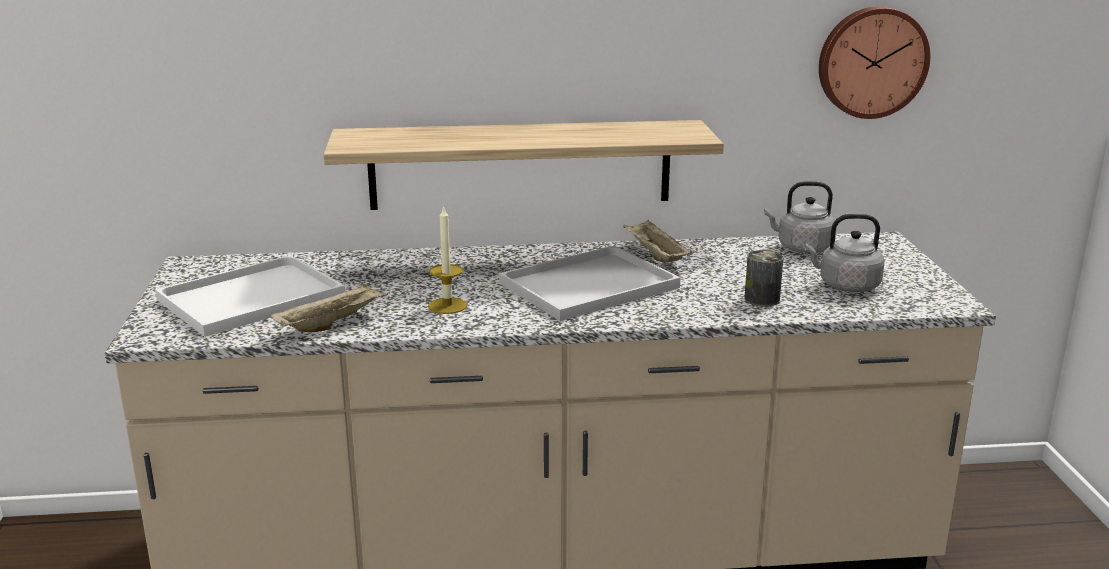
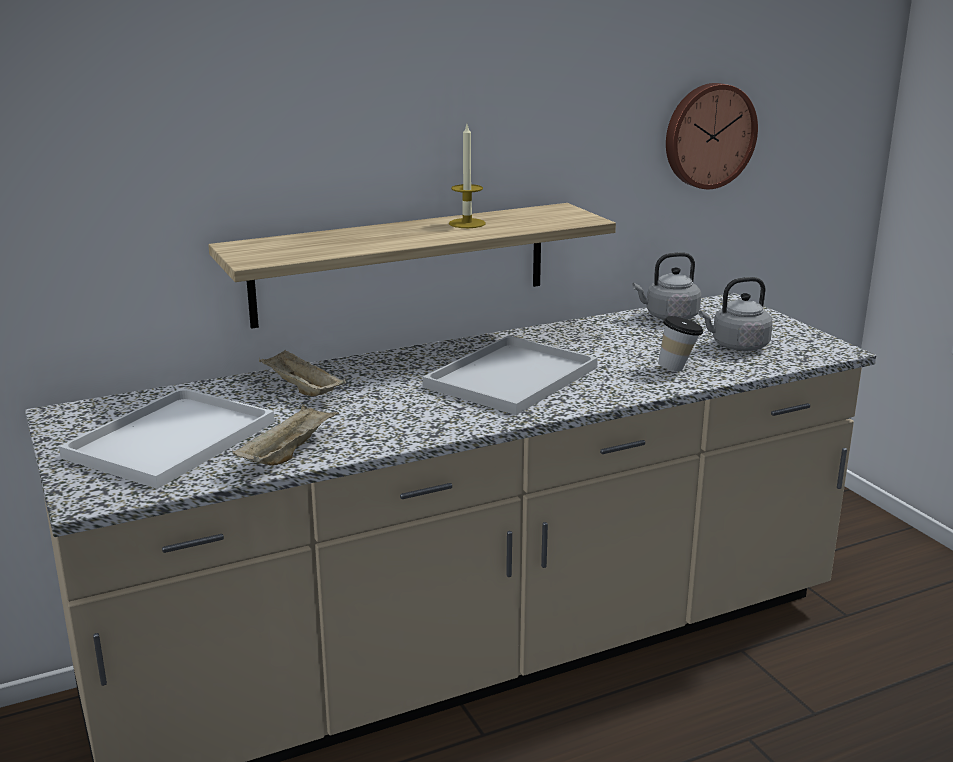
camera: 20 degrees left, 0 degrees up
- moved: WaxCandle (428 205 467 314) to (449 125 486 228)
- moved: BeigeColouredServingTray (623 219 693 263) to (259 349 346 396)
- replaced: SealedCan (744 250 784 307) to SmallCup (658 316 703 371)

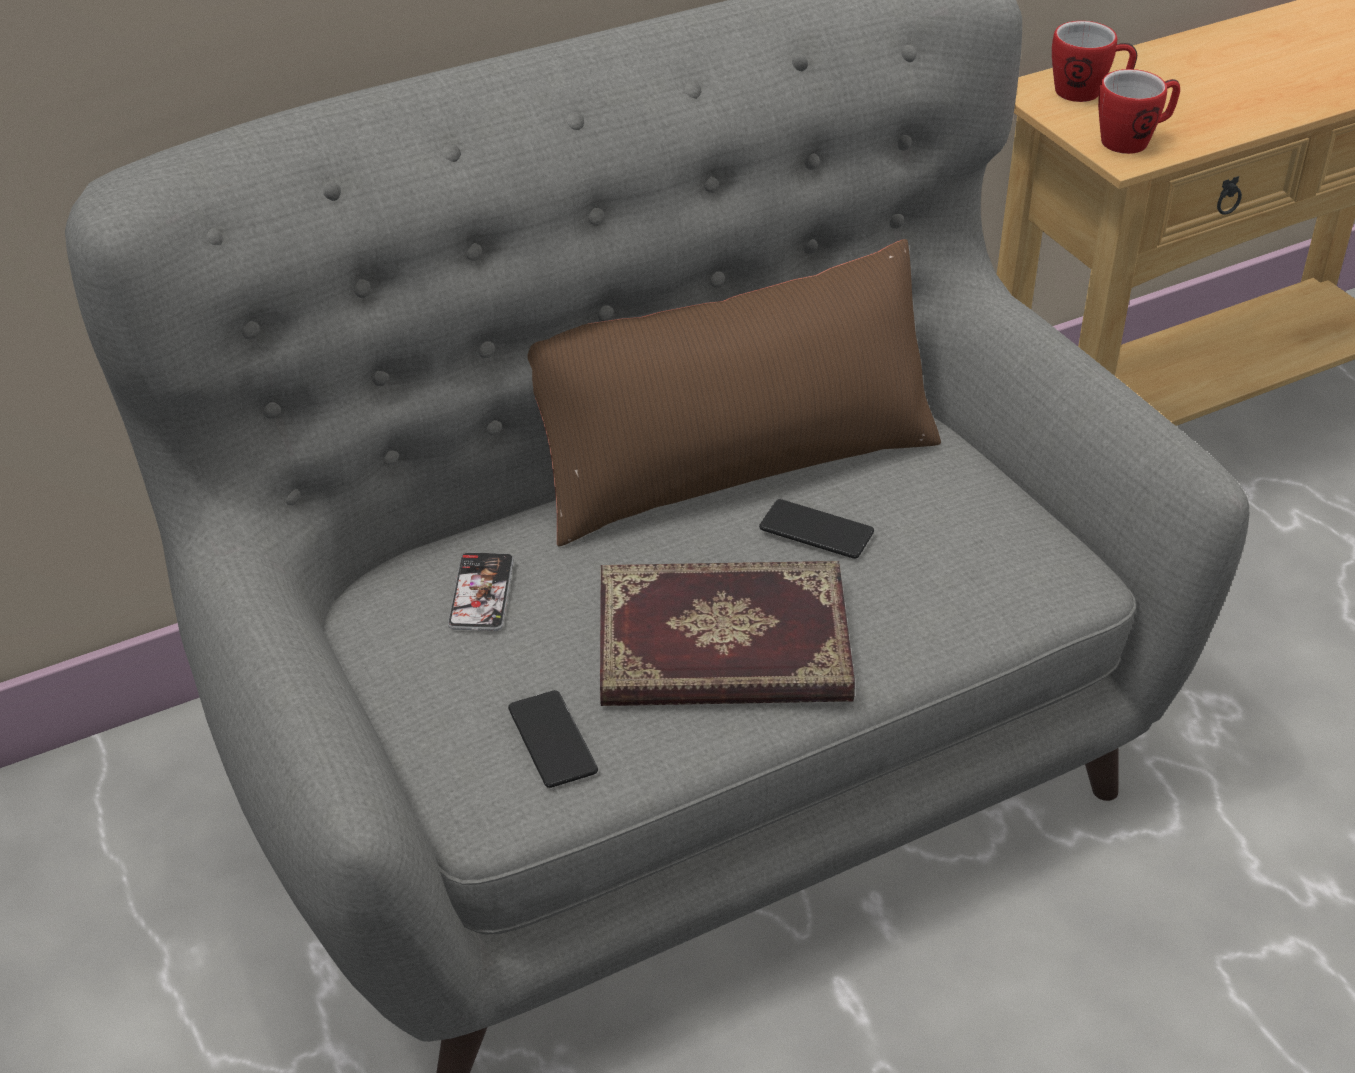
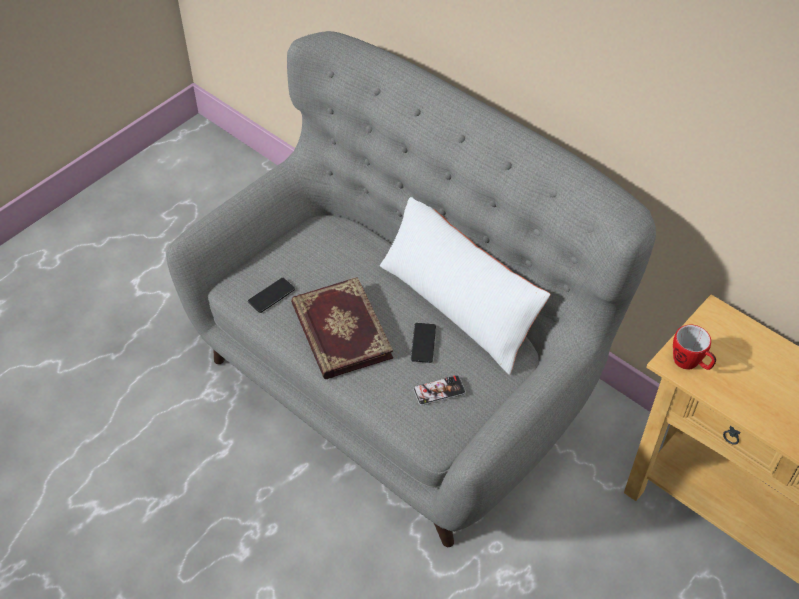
camera: 70 degrees right, 10 degrees up
- removed: Mug (1052 21 1137 102)
- moved: Telephone (448 553 514 631) to (413 375 466 406)
- recoloured: BrownColouredThrowPillow (527 239 941 547) to WhiteColouredThrowPillow (380 197 551 375)

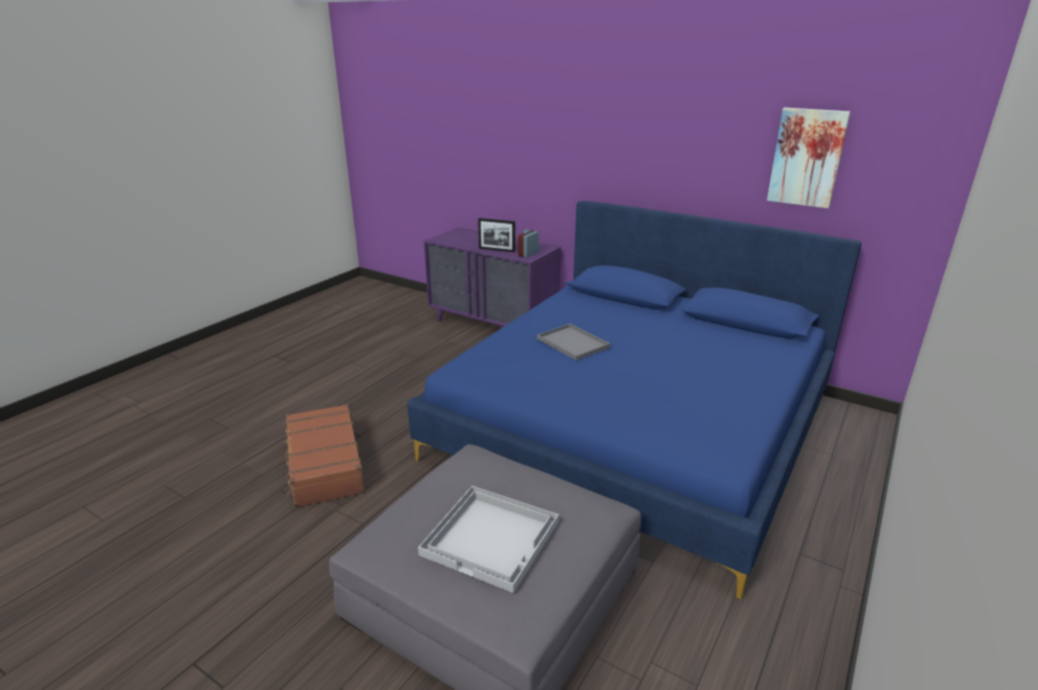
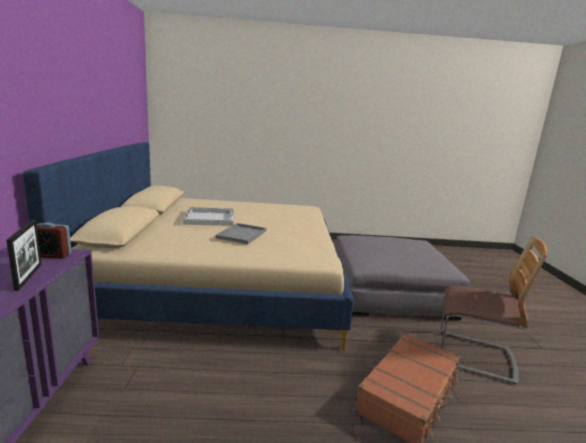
camera: 125 degrees left, 10 degrees down
- removed: Picture (767 107 851 209)
- added: UprightChair (441 236 547 385)
- moved: WhiteColouredServingTray (418 486 559 593) to (183 207 234 226)
- recoloured: BluishSleepingBed (407 201 862 599) to BeigeColouredSleepingBed (22 142 354 350)

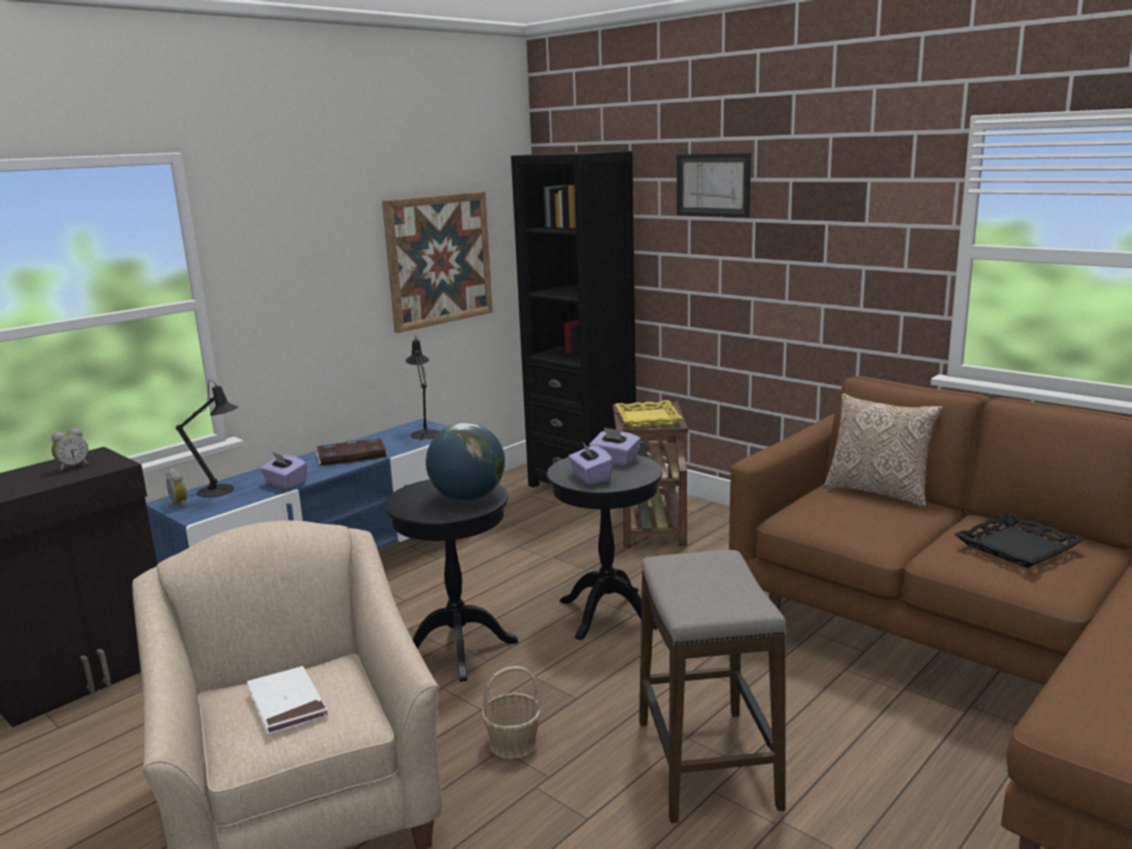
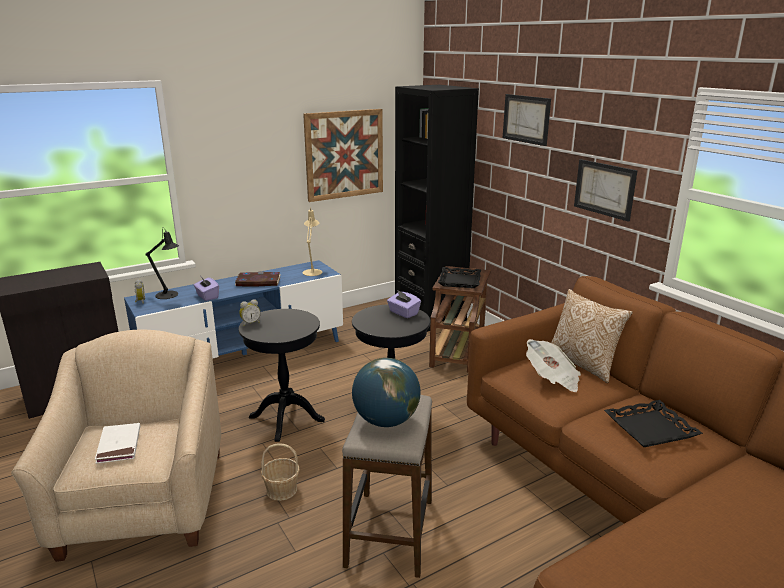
camera: 15 degrees right, 5 degrees up
- removed: PurplishBoxOfTissues (568 442 613 485)
- added: Newspaper (526 339 581 392)
- added: Picture (574 159 638 222)
- moved: AlarmClock (51 427 89 471) to (239 299 261 326)
- moved: Globe (426 422 505 501) to (352 358 421 427)
- recoloured: BlackColouredTableLamp (405 336 440 439) to BeigeColouredTableLamp (303 207 322 276)
- recoloured: YellowColouredServingTray (615 400 682 427) to BlackColouredServingTray (438 267 481 288)

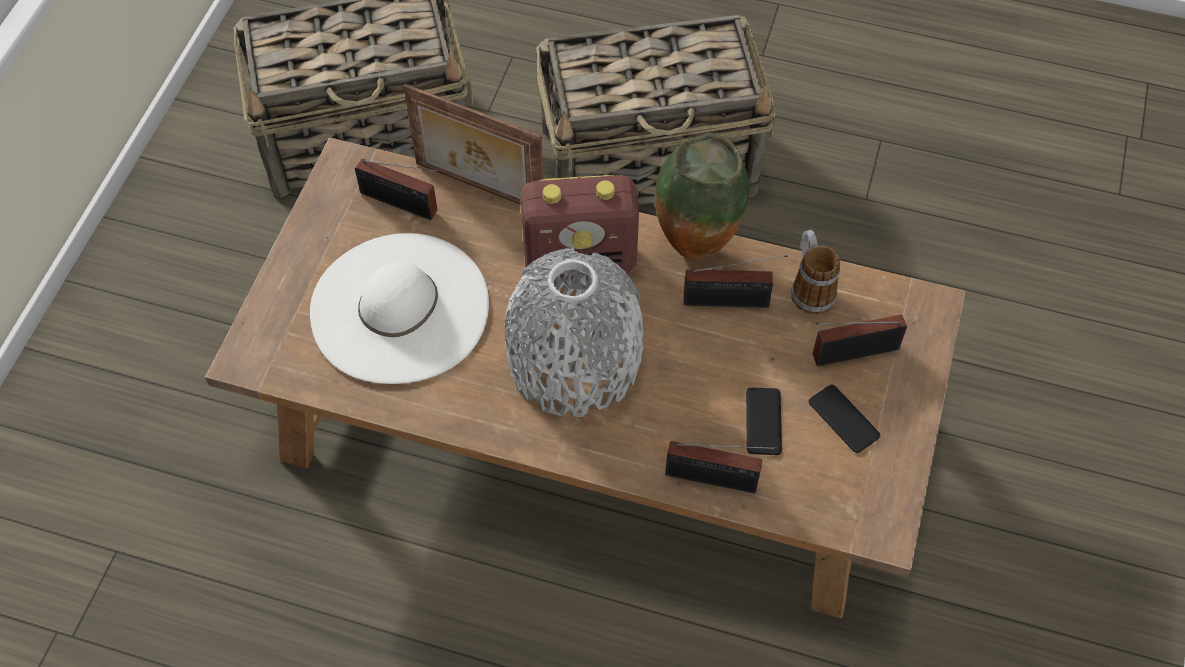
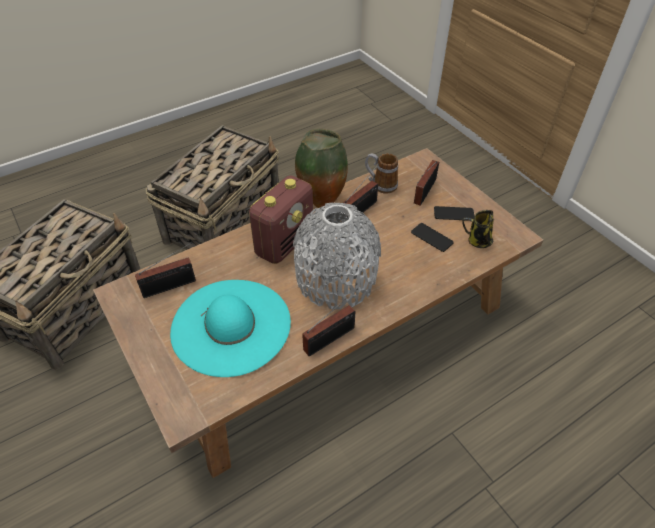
camera: 50 degrees left, 10 degrees down
- removed: PhotoFrame (403 84 544 205)
- added: Mug (462 210 494 248)
- moved: RadioReceiver (665 441 777 493) to (302 289 358 357)
- recoloured: WhiteColouredHat (310 233 489 384) to BlueGreenHat (170 280 291 377)

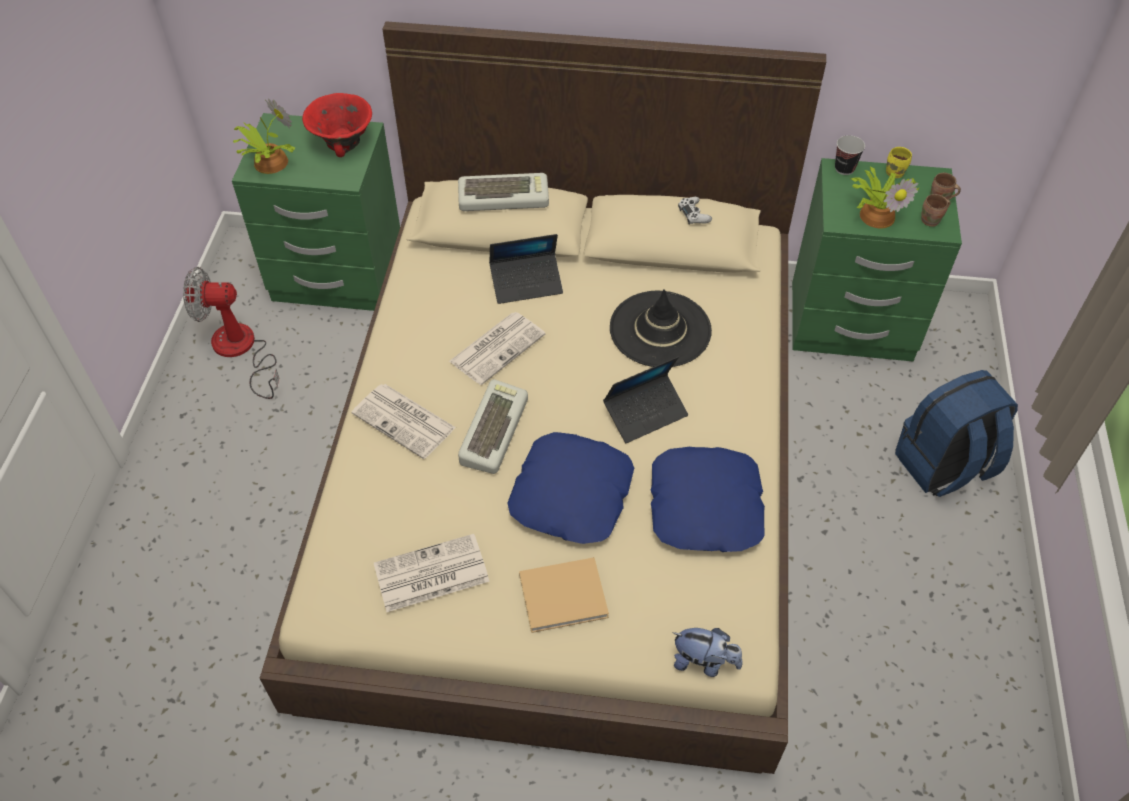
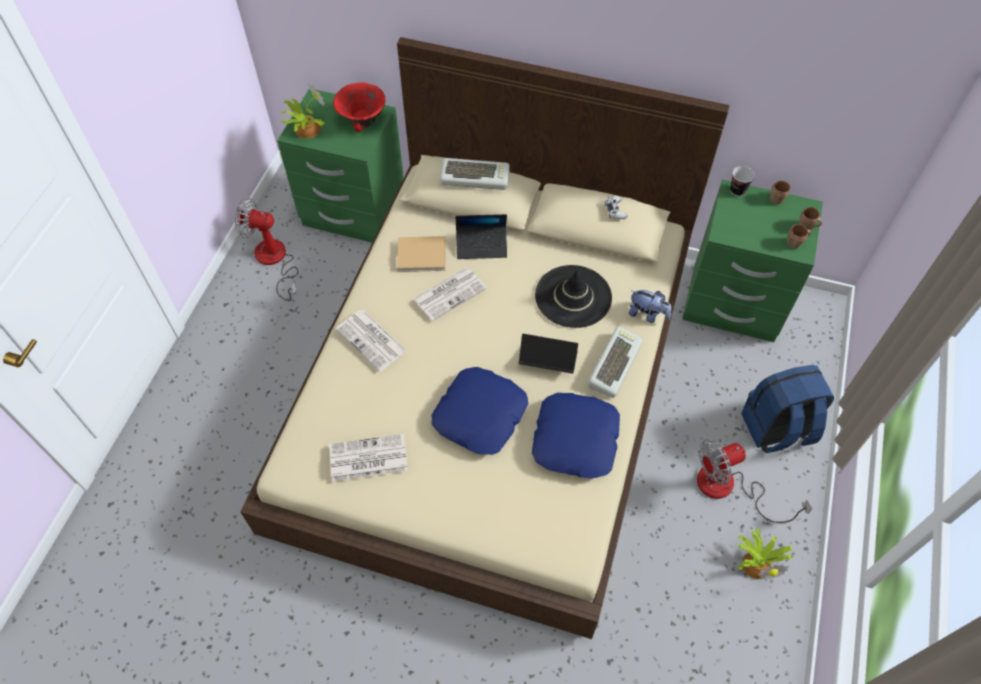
camera: 10 degrees right, 5 degrees up
- added: Fan (697 439 813 523)
- moved: PcKeyboard (458 379 528 474) to (588 326 643 398)
- moved: BeigeColouredVolume (519 557 609 633) to (397 236 446 272)
- moved: CuddlyToy (673 628 743 677) to (629 290 671 323)
- moved: PlantInAPot (850 167 920 228) to (738 529 793 580)
- recoloured: YellowColouredMug (886 147 912 178) to BrownColouredMug (770 180 791 204)
- turned: Laptop (603 357 688 443) = (519 334 578 374) 150 degrees counterclockwise

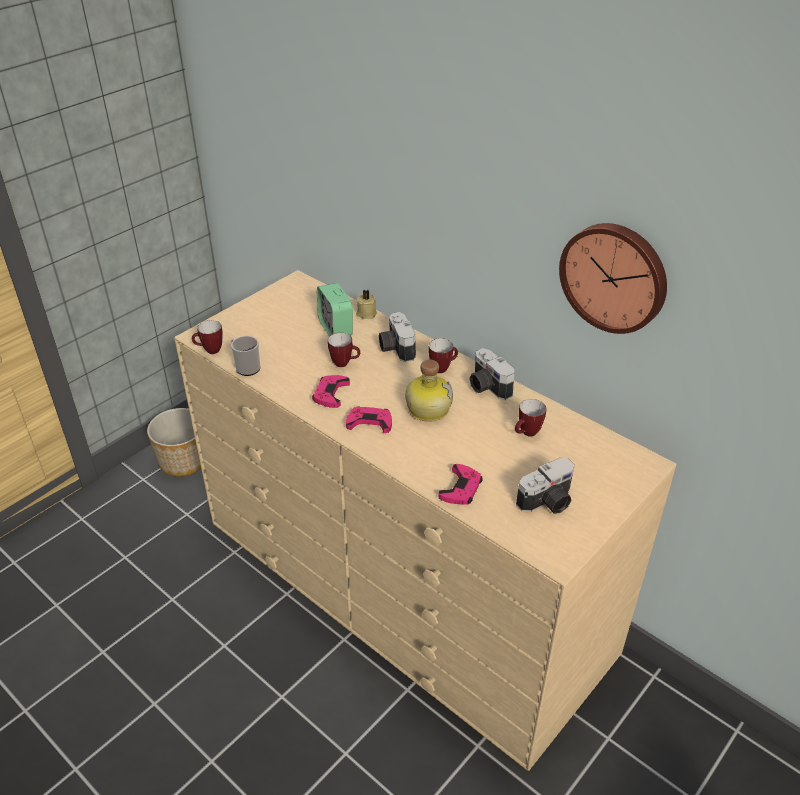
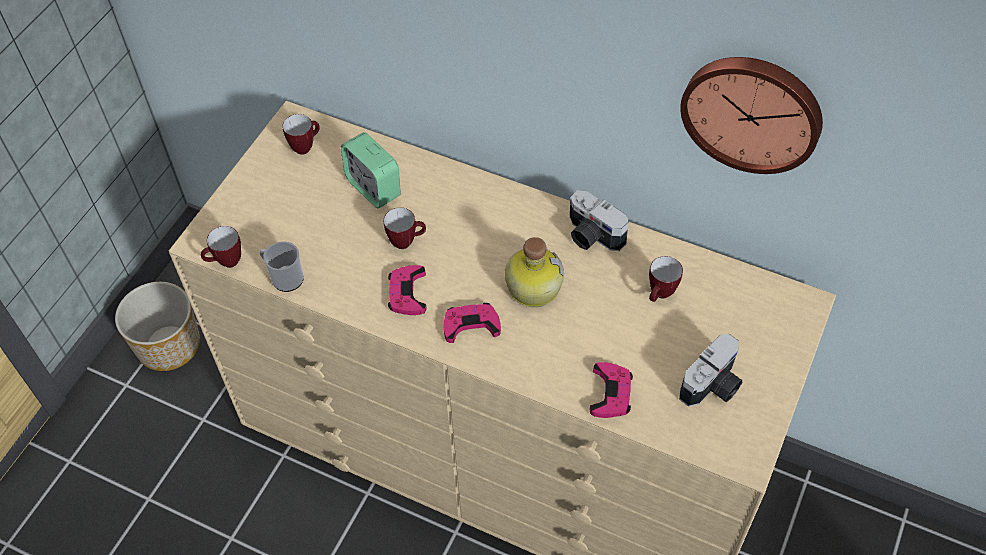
camera: 15 degrees left, 15 degrees up
- removed: BeigeColouredWaxCandle (356 290 377 319)
- removed: StillCamera (379 312 416 362)
- moved: Mug (428 338 458 373) to (282 114 320 155)

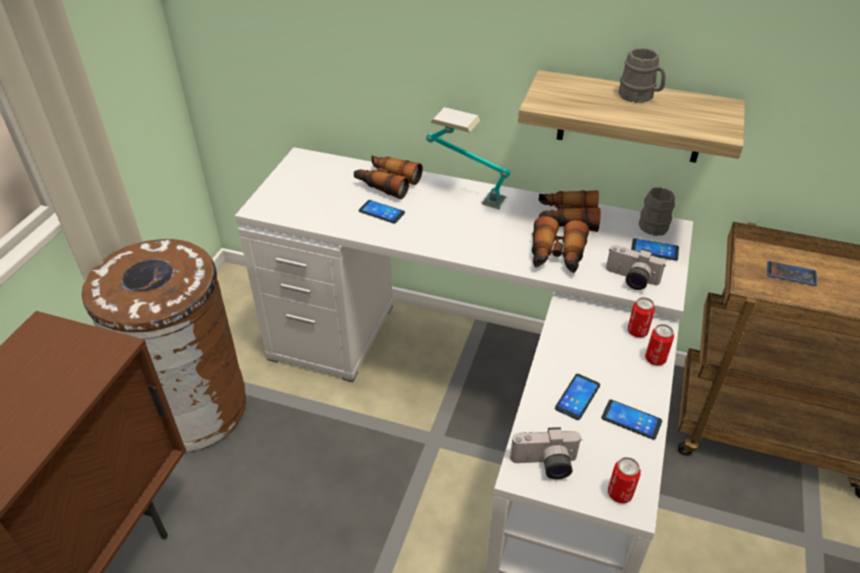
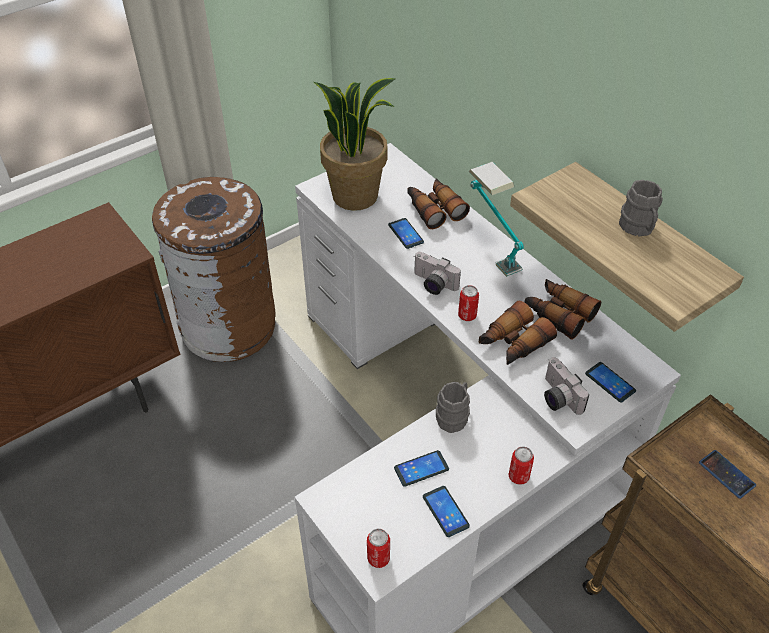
camera: 35 degrees right, 5 degrees up
- added: PlantInAPot (314 78 395 211)
- moved: StillCamera (510 427 582 479) to (414 252 461 295)
- moved: SealedCan (628 297 655 338) to (458 285 479 321)
- moved: GreyMug (639 187 675 236) to (436 382 470 433)

